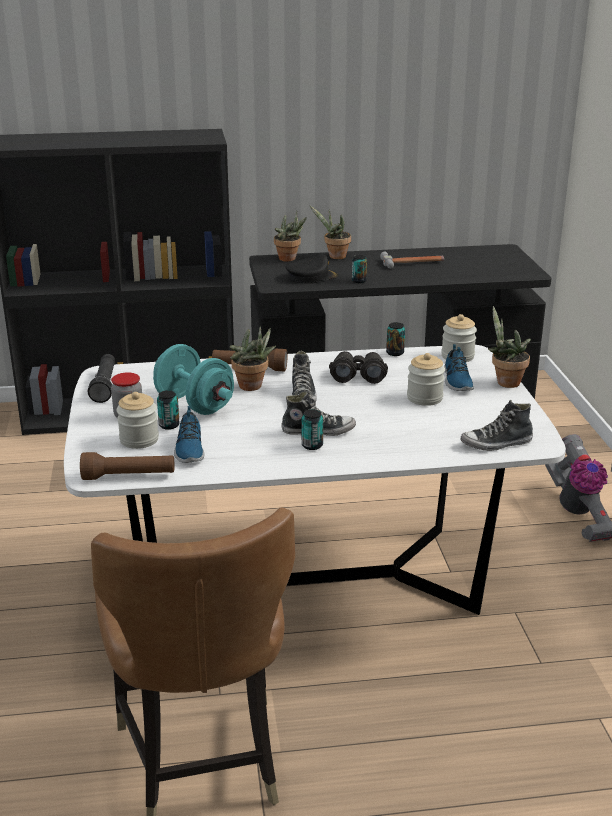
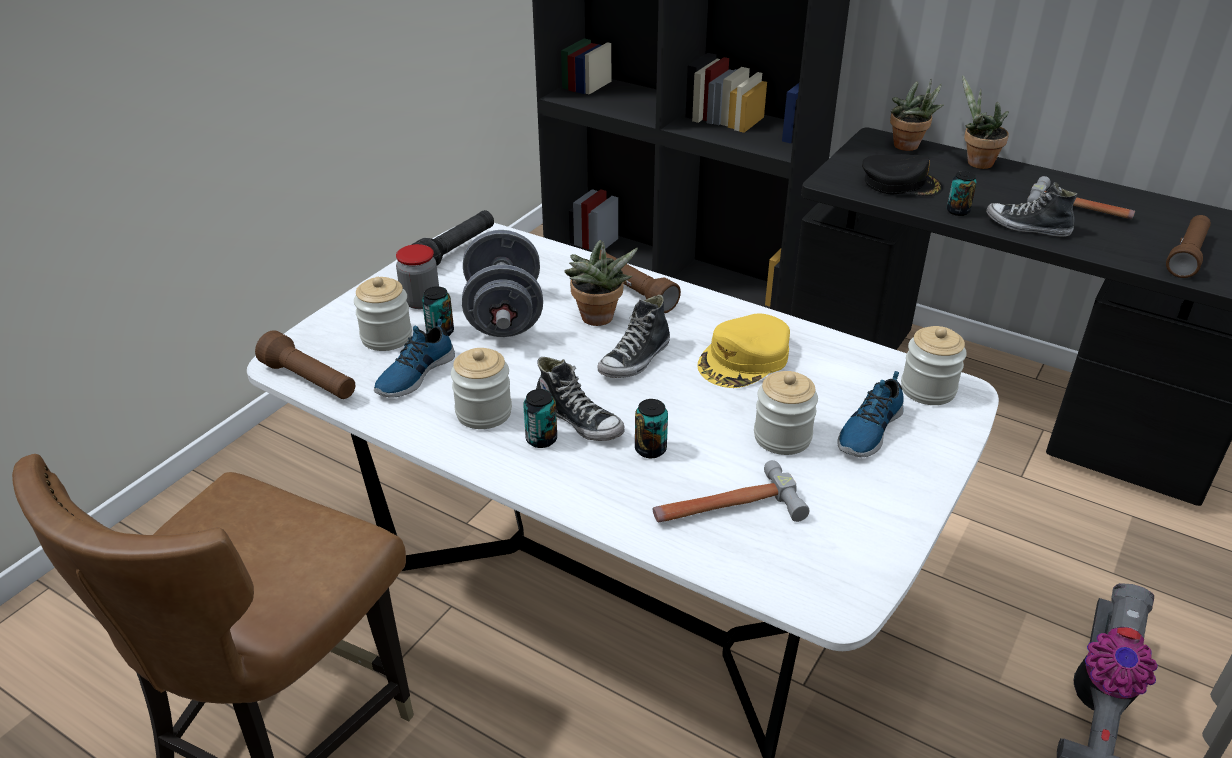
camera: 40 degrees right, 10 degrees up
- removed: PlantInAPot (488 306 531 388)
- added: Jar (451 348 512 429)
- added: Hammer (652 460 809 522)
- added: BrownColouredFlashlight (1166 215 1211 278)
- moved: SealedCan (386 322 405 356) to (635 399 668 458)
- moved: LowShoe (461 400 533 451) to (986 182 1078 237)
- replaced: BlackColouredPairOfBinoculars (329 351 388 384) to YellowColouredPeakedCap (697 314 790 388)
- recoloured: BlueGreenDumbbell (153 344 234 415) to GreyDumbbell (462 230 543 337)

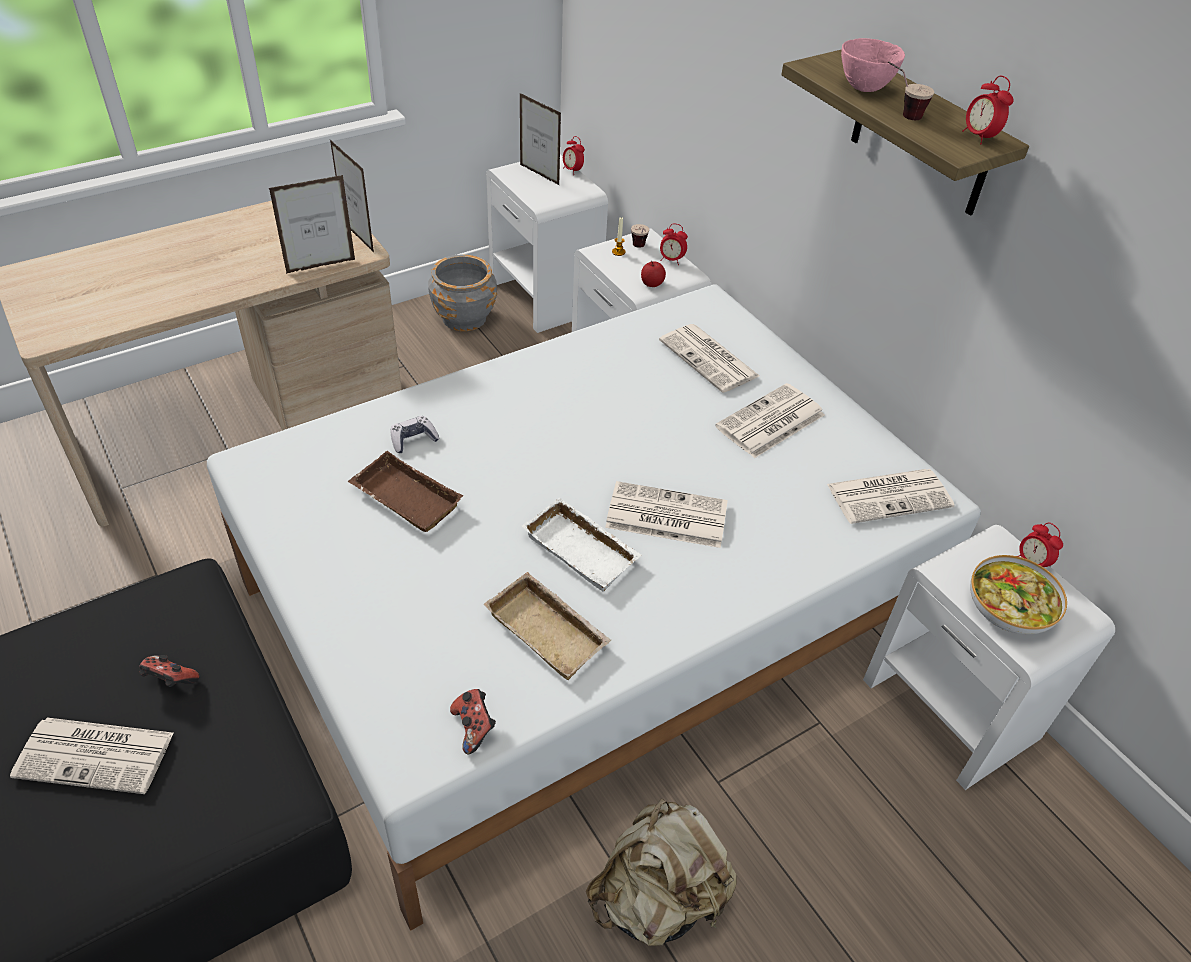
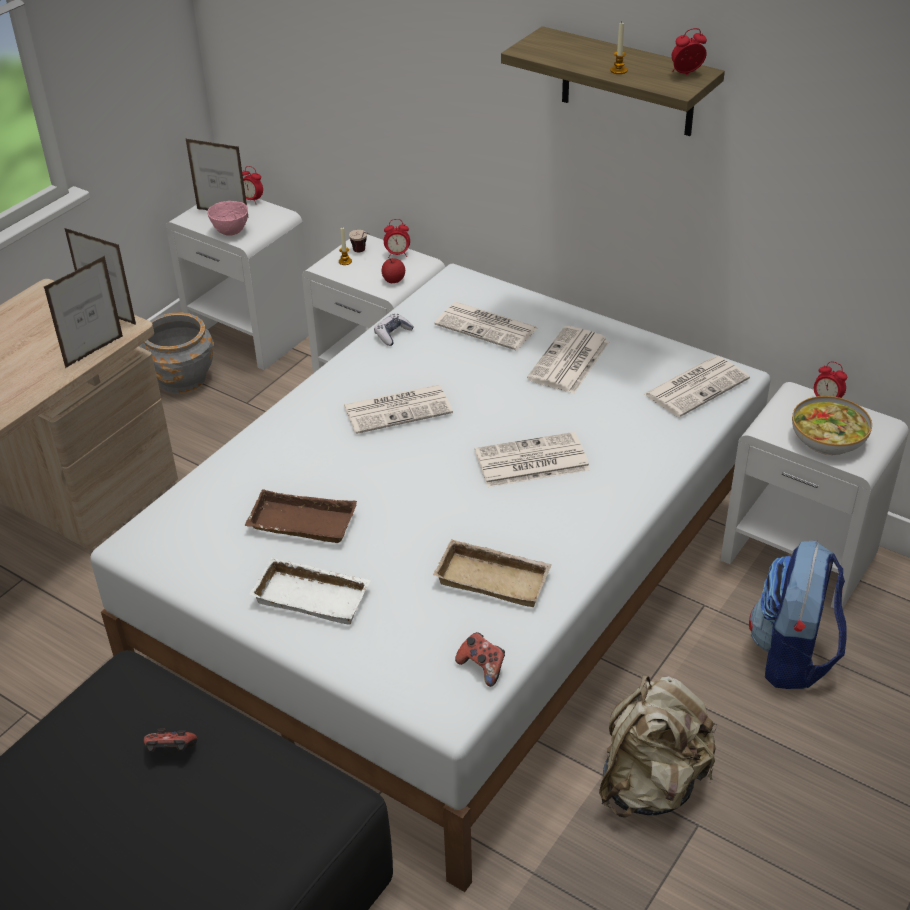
camera: 20 degrees left, 5 degrees down
- added: Rucksack (749 541 847 689)
- moved: Newspaper (10 718 174 794) to (344 385 453 434)
- moved: GameController (391 416 440 453) to (374 314 414 346)
- moved: WhiteColouredServingTray (522 497 642 592) to (249 557 371 625)
- moved: PinkColouredServingBowl (841 38 905 92) to (207 201 248 236)
- replaced: SmallCup (888 61 934 120) to WaxCandle (610 23 627 74)
- turned: AlarmClock (962 76 1014 145) = (672 28 707 75) 120 degrees clockwise

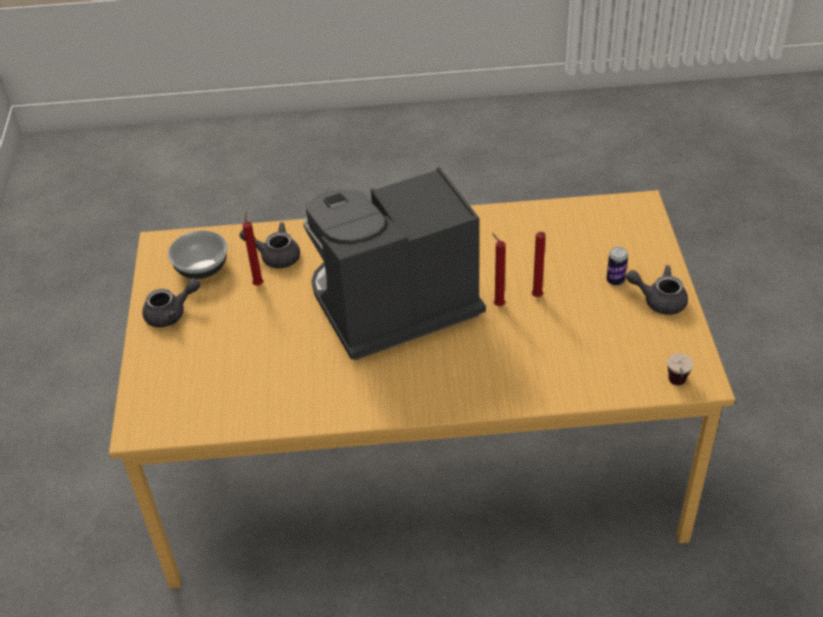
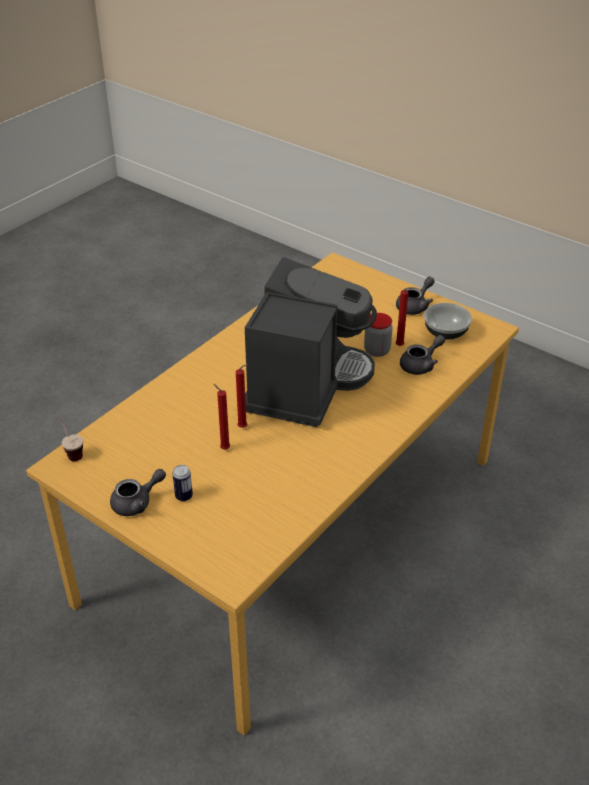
camera: 130 degrees right, 5 degrees down
- added: Jar (364 313 393 357)
- turned: GreyPotForTea (142 278 200 327) = (396 277 435 315) 150 degrees counterclockwise

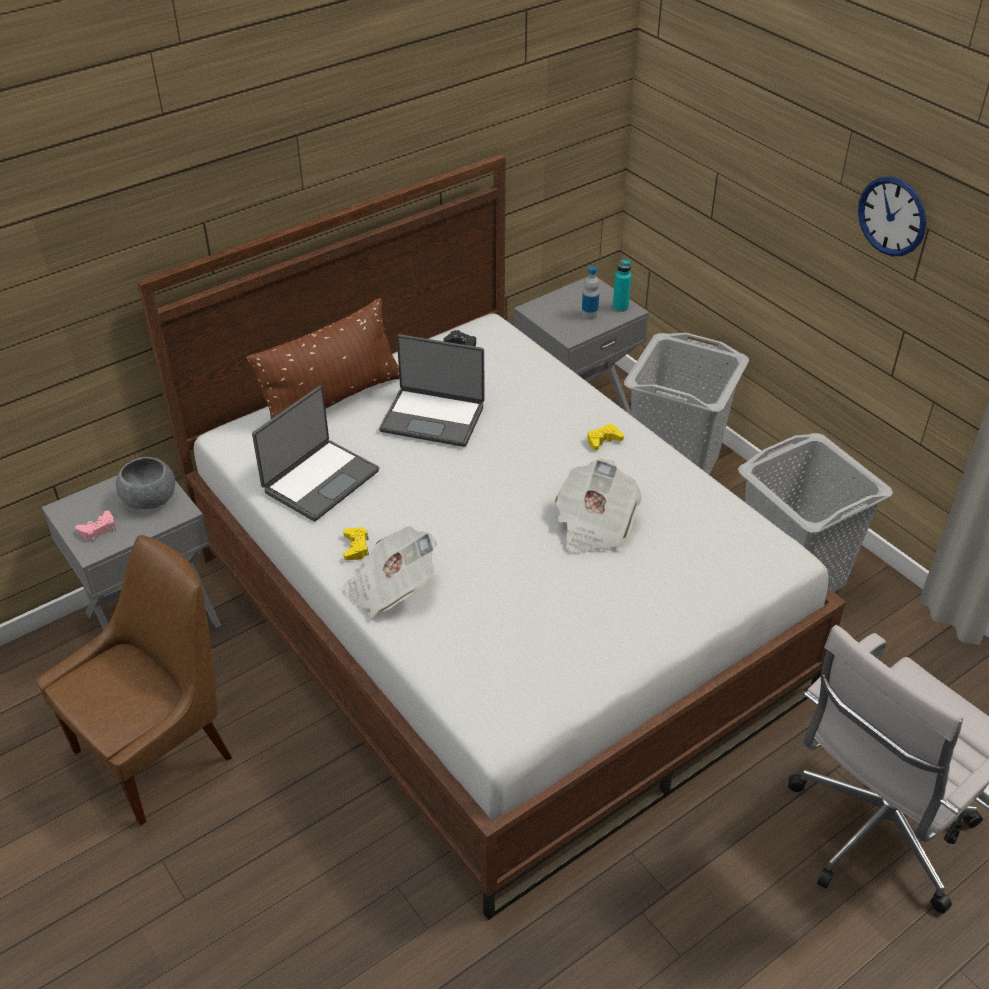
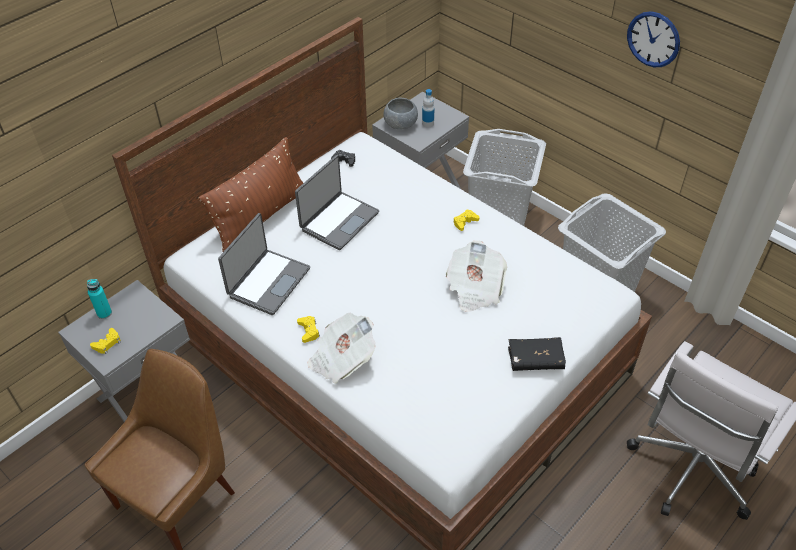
camera: 10 degrees left, 5 degrees up
- added: BlackColouredVolume (508 337 566 371)
- moved: GreyServingBowl (116 457 175 509) to (383 98 418 129)
- moved: BlueGreenBottle (613 260 631 312) to (87 279 112 319)
- recoloured: PinkColouredGameController (75 510 116 542) to YellowColouredGameController (90 328 121 354)
- turned: Laptop (379 334 485 447) = (295 155 379 250) 60 degrees counterclockwise

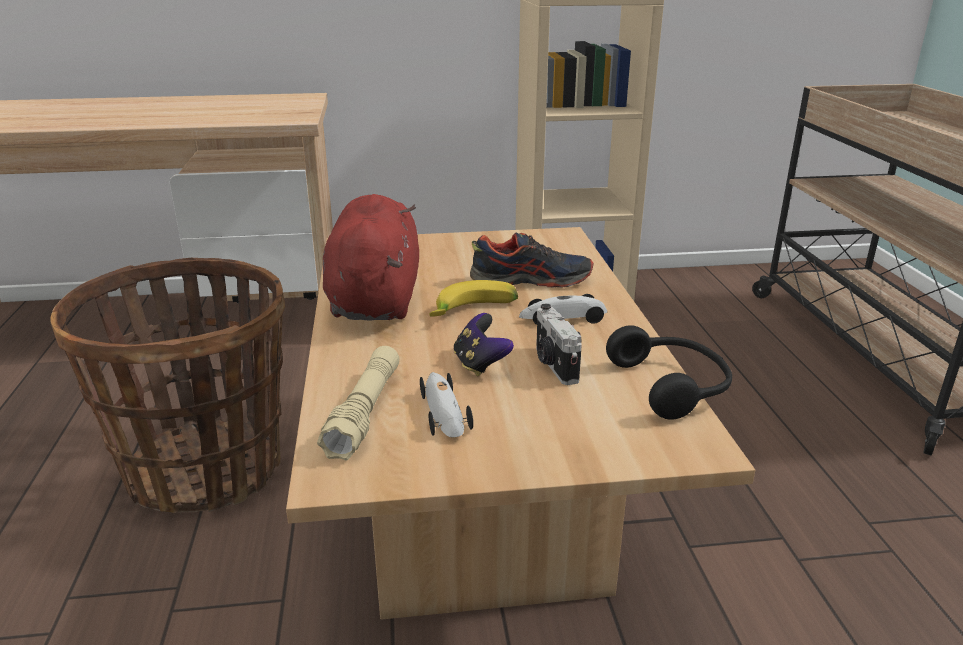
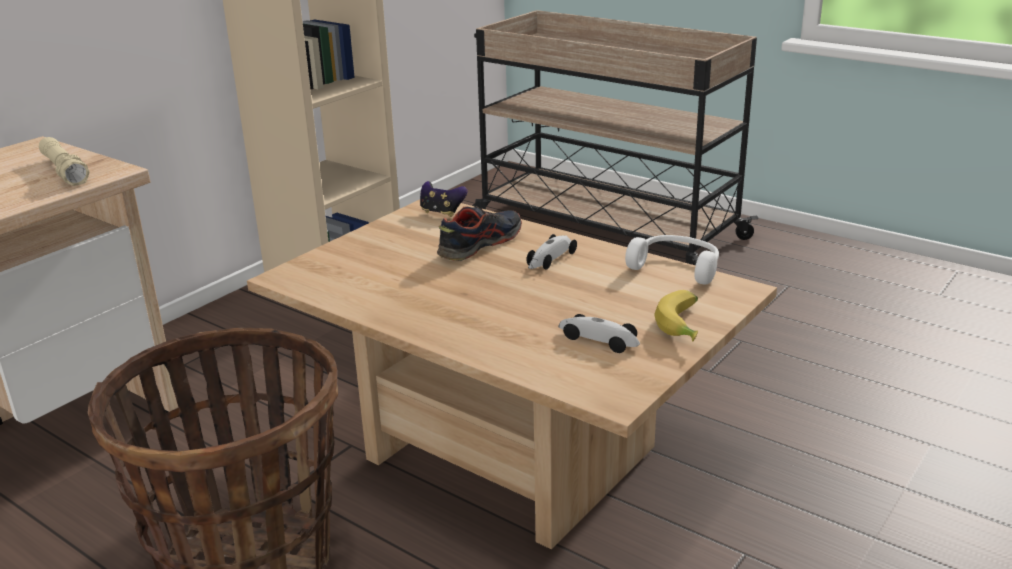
camera: 45 degrees left, 0 degrees up
- removed: ReddishCuddlyToy (323 194 419 321)
- removed: StillCamera (536 303 582 385)
- moved: BeigeColouredFlashlight (317 346 400 461) to (39 137 90 186)
- moved: Banana (429 280 518 316) to (654 290 698 342)
- moved: GameController (453 313 514 376) to (420 181 468 217)
- recoloured: BlackColouredHeadphones (606 325 732 420) to WhiteColouredHeadphones (625 235 719 285)

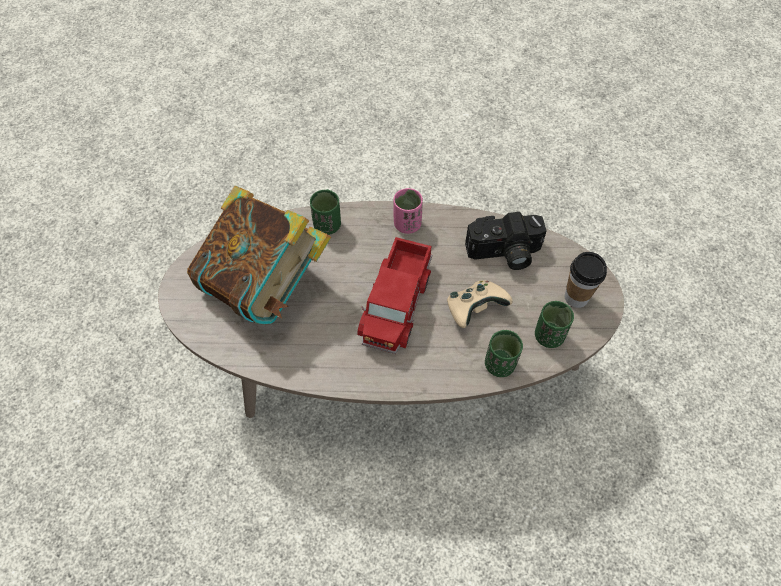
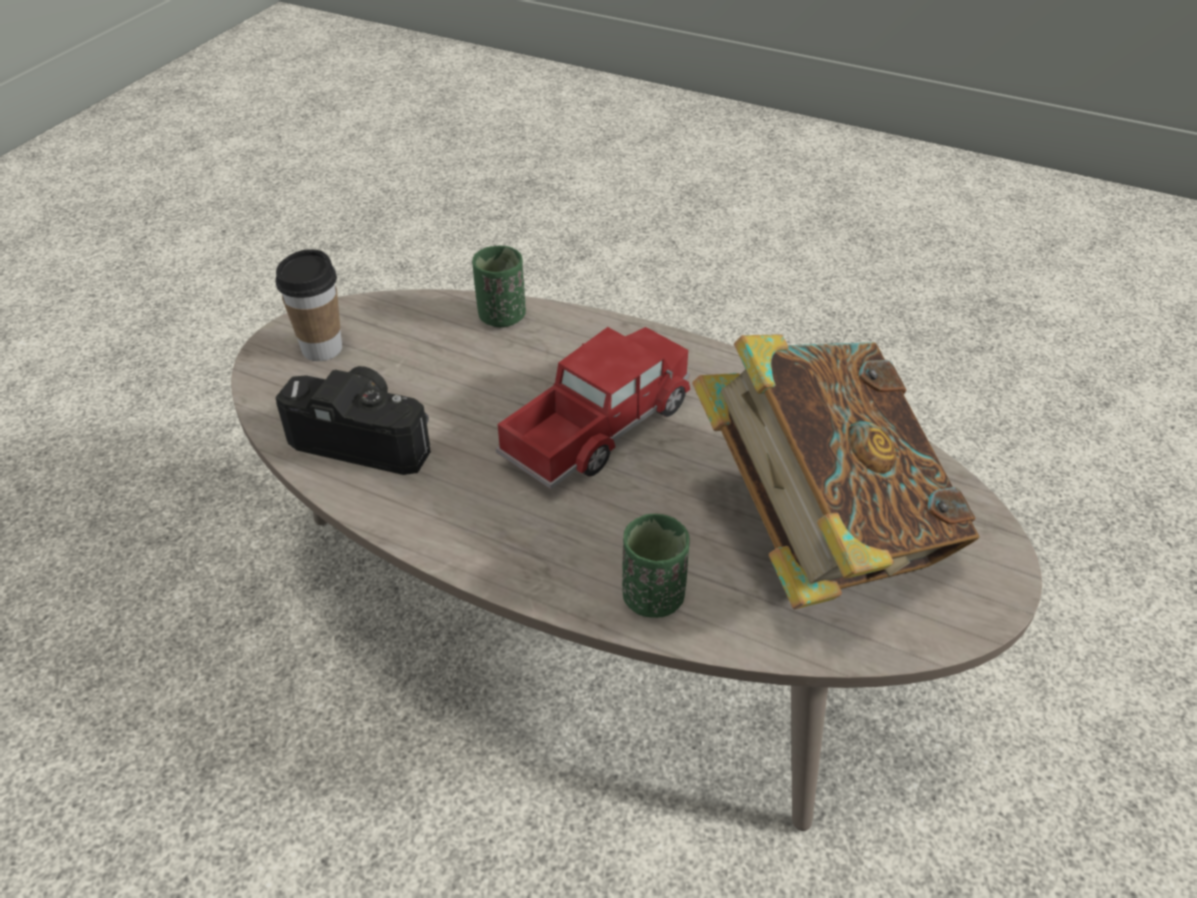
camera: 155 degrees left, 15 degrees down
- removed: PinkColouredSmallCup (393 188 423 234)
- removed: BeigeColouredGameController (447 280 513 328)
- removed: GreenishSmallCup (535 301 574 348)

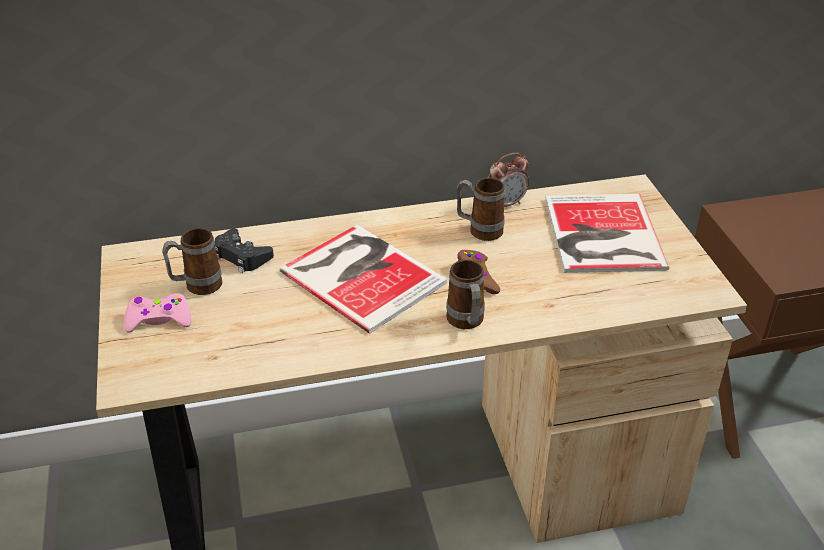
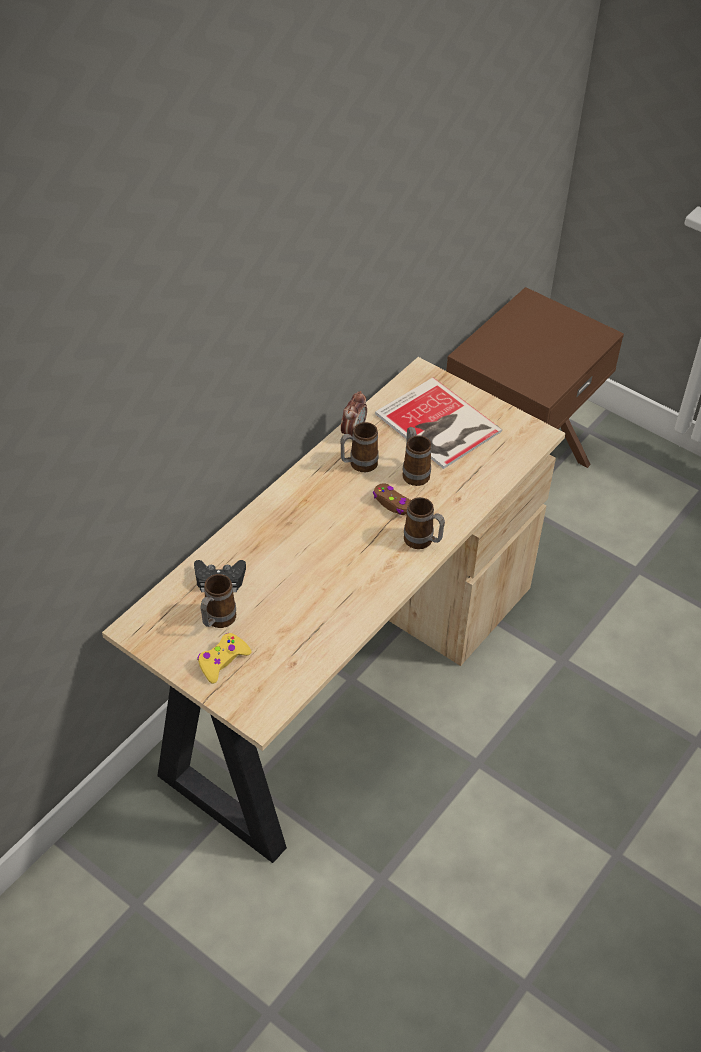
camera: 40 degrees left, 10 degrees up
- removed: Volume (279 225 447 334)
- added: Mug (402 427 432 486)
- recoloured: PinkColouredGameController (124 293 191 333) to YellowColouredGameController (197 633 251 684)

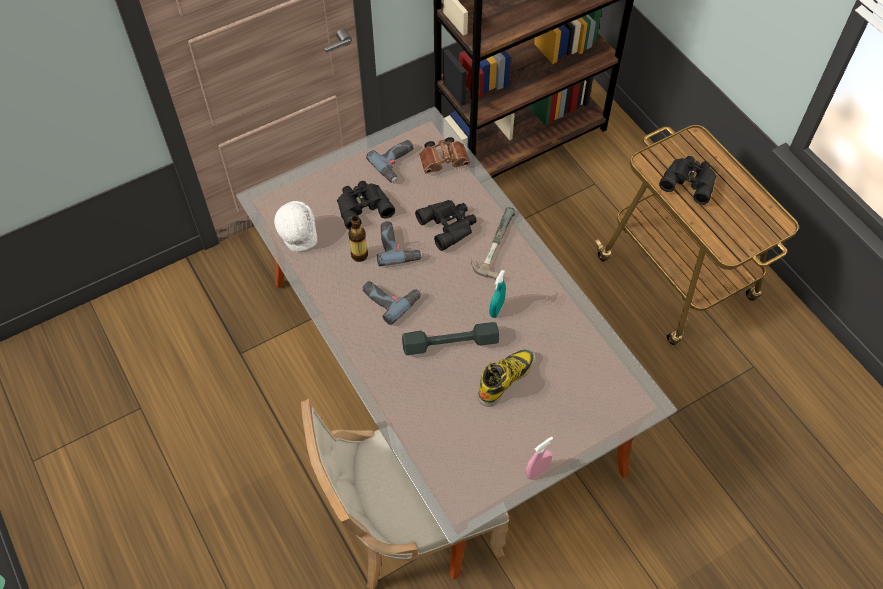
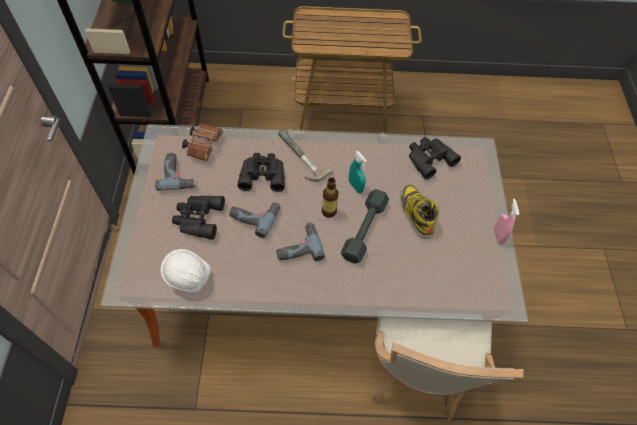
camera: 60 degrees left, 0 degrees up
- moved: Bottle (348 216 368 262) to (322 178 339 218)
- moved: BlackColouredPairOfBinoculars (659 156 716 205) to (409 137 461 180)

